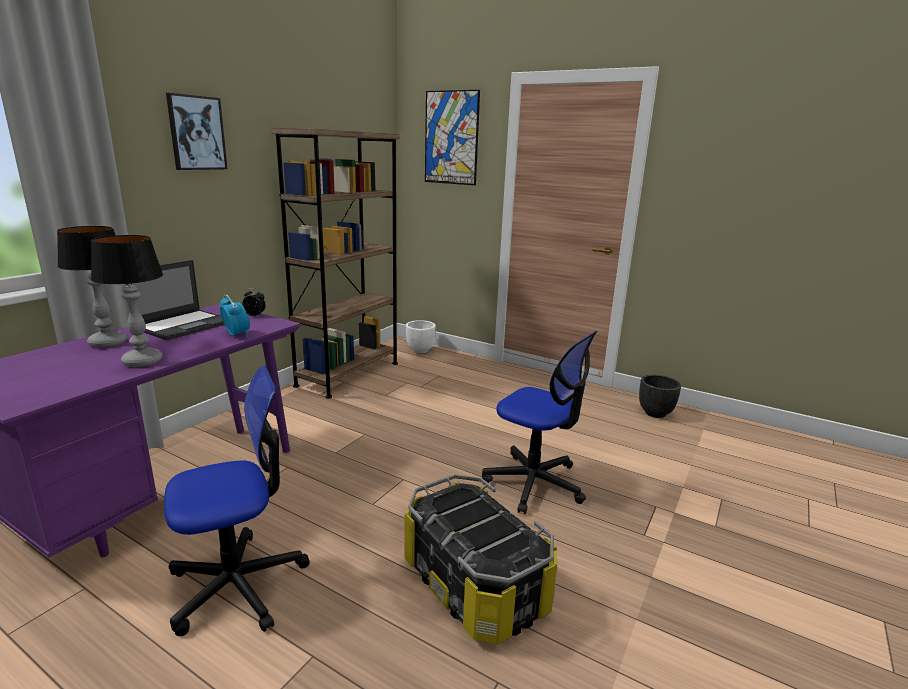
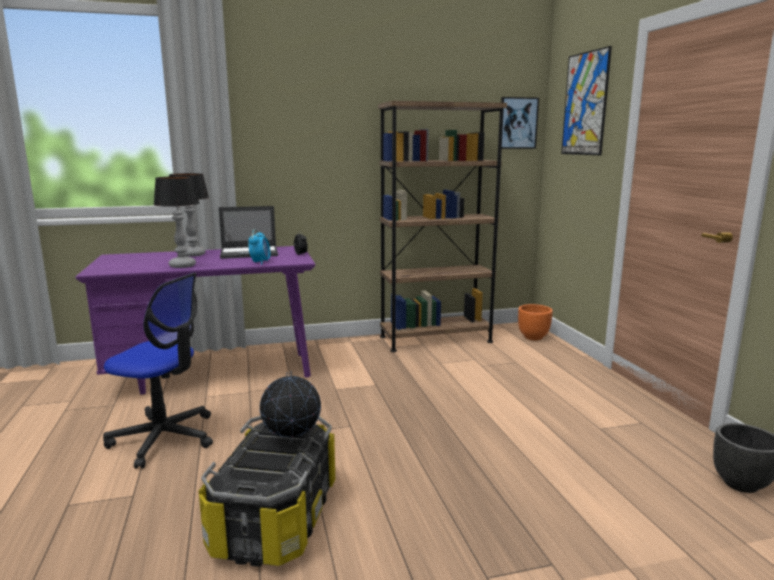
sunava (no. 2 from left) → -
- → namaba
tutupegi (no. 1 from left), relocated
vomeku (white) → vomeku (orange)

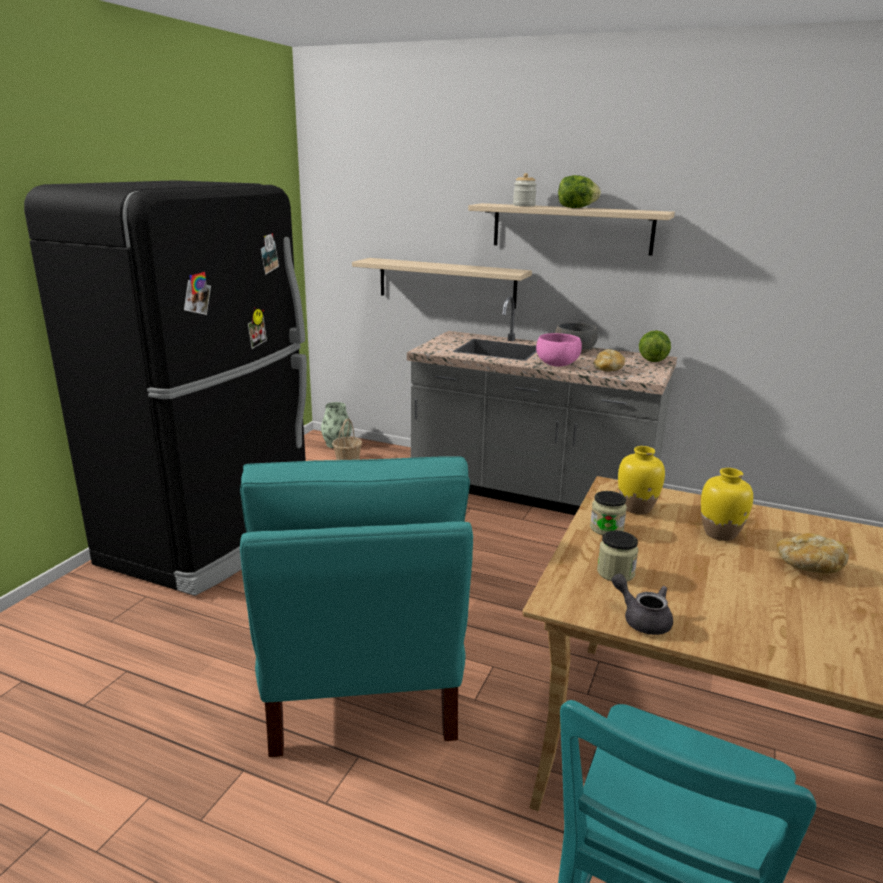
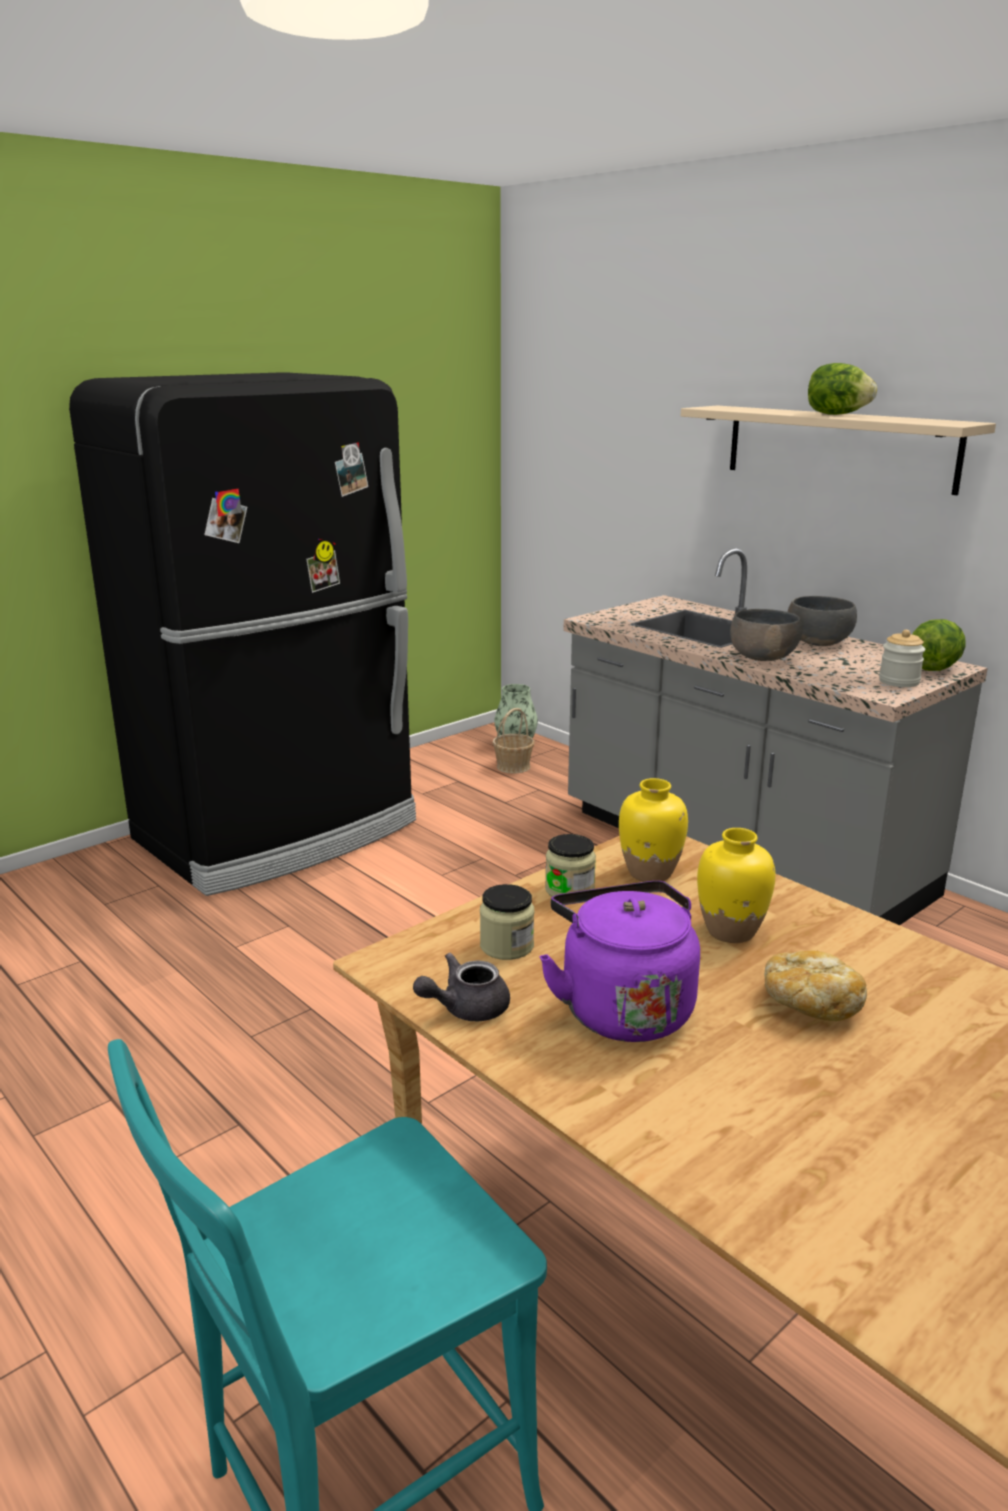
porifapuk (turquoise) (no. 1 from left) → -
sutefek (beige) (no. 1 from left) → -
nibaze (no. 1 from left) → -
- → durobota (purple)
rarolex (no. 1 from left in the first image) → rarolex (no. 3 from left), relocated
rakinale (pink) → rakinale (grey) (no. 1 from left)
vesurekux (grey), 105 degrees counterclockwise

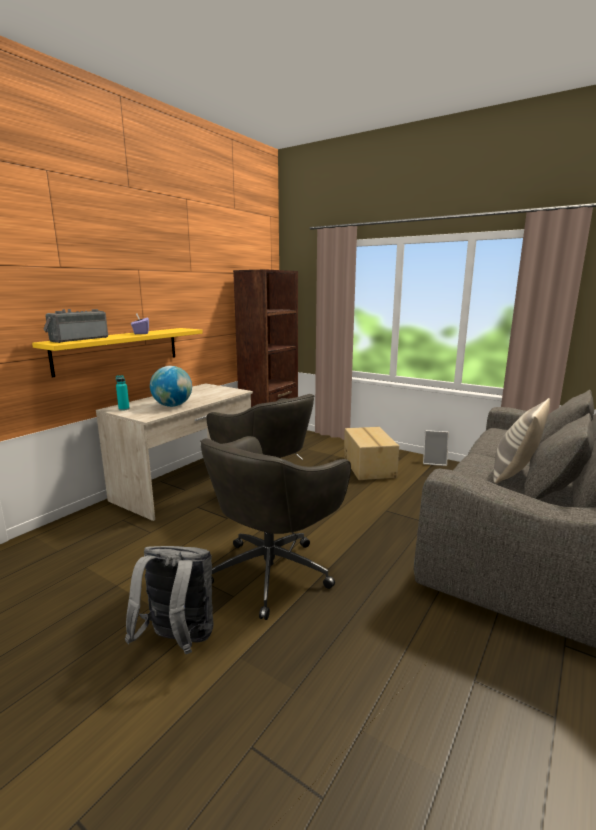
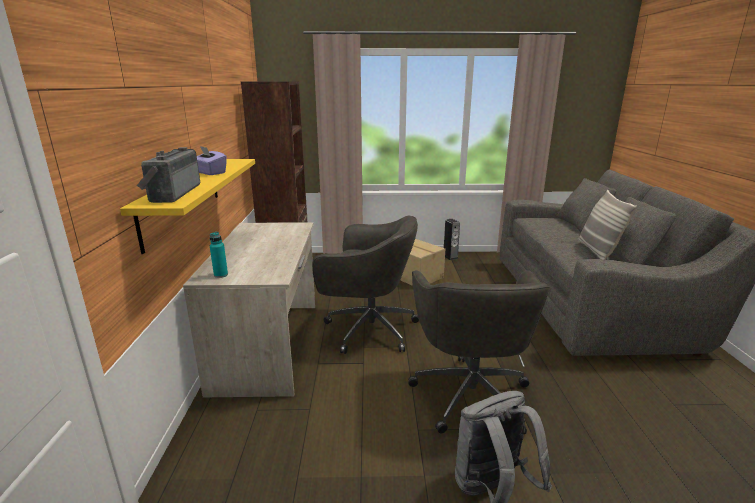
namaba → -
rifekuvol → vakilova

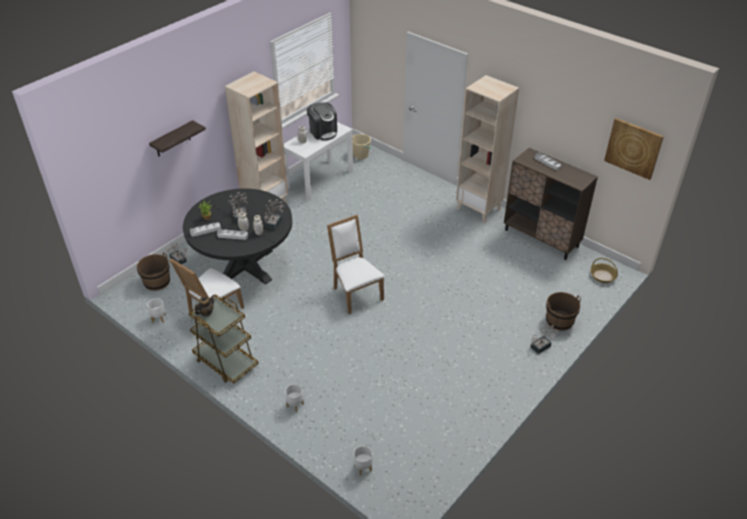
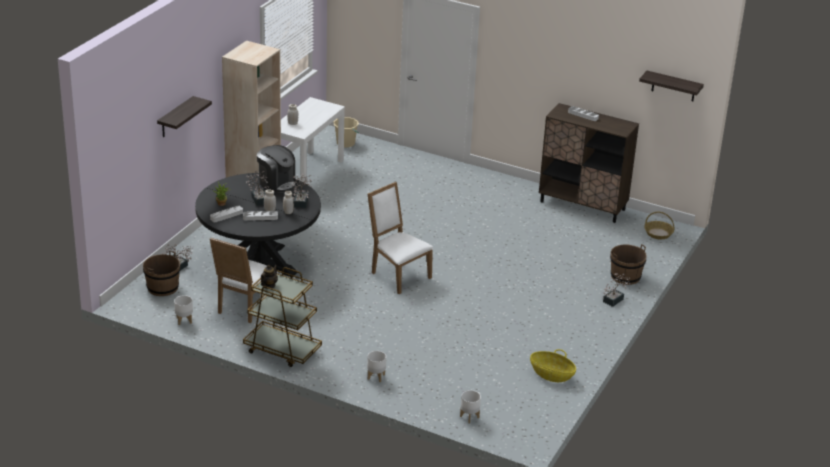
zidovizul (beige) (no. 2 from left) → -
- → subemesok (no. 1 from left)
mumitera, relocated
tutupegi → sutefek (no. 2 from left)

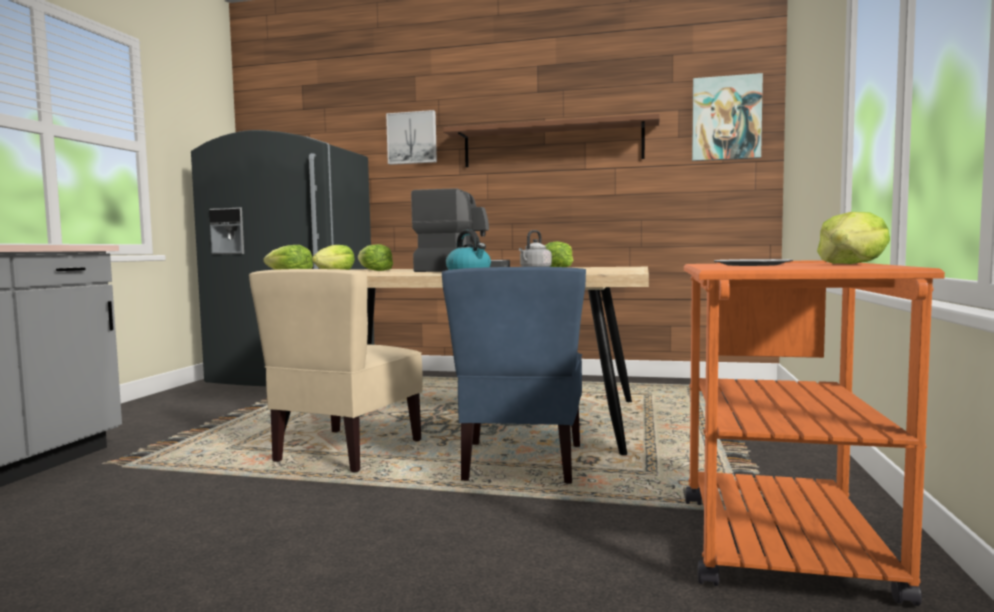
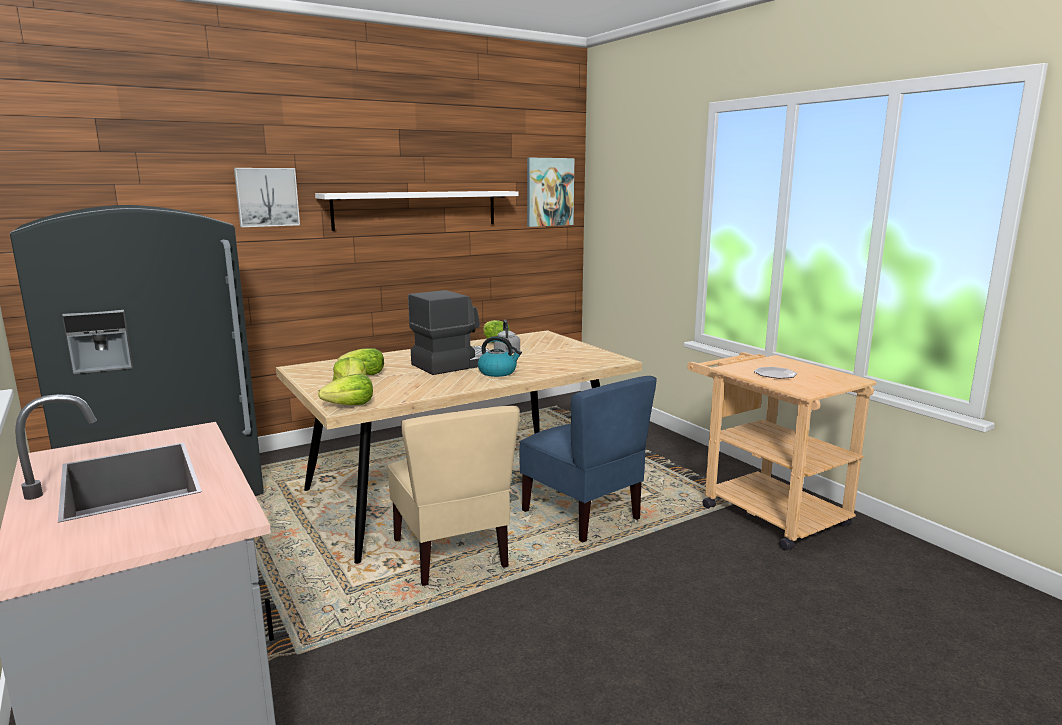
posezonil (no. 5 from left) → -
sutefek (brown) → sutefek (white)
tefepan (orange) → tefepan (beige)

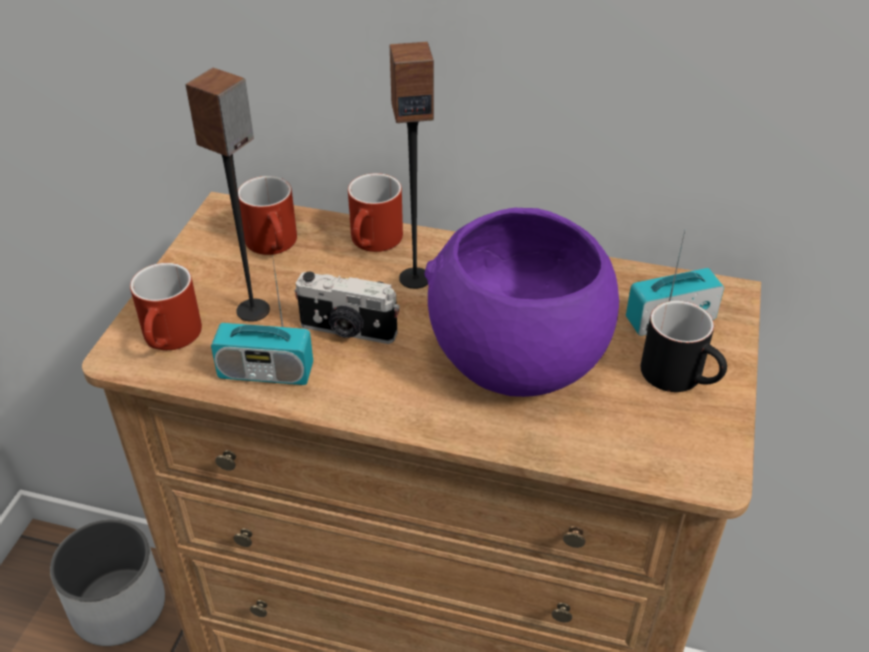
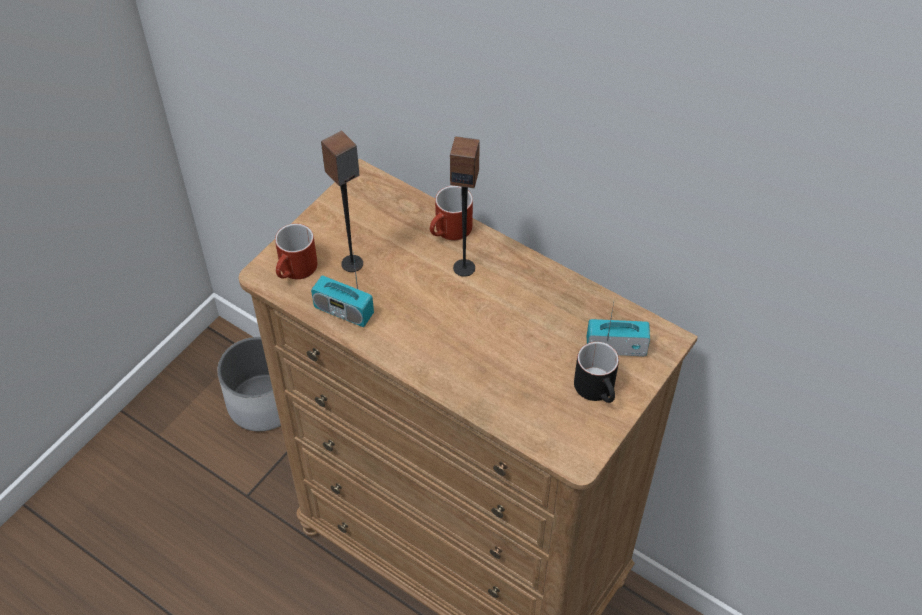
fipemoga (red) (no. 2 from left) → -
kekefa → -
rakinale (purple) → -

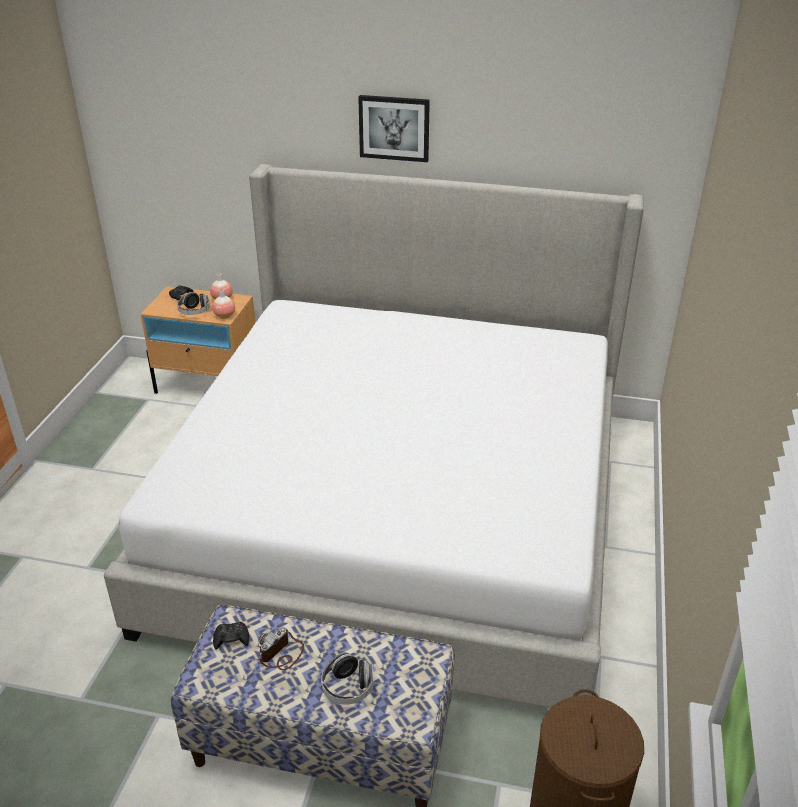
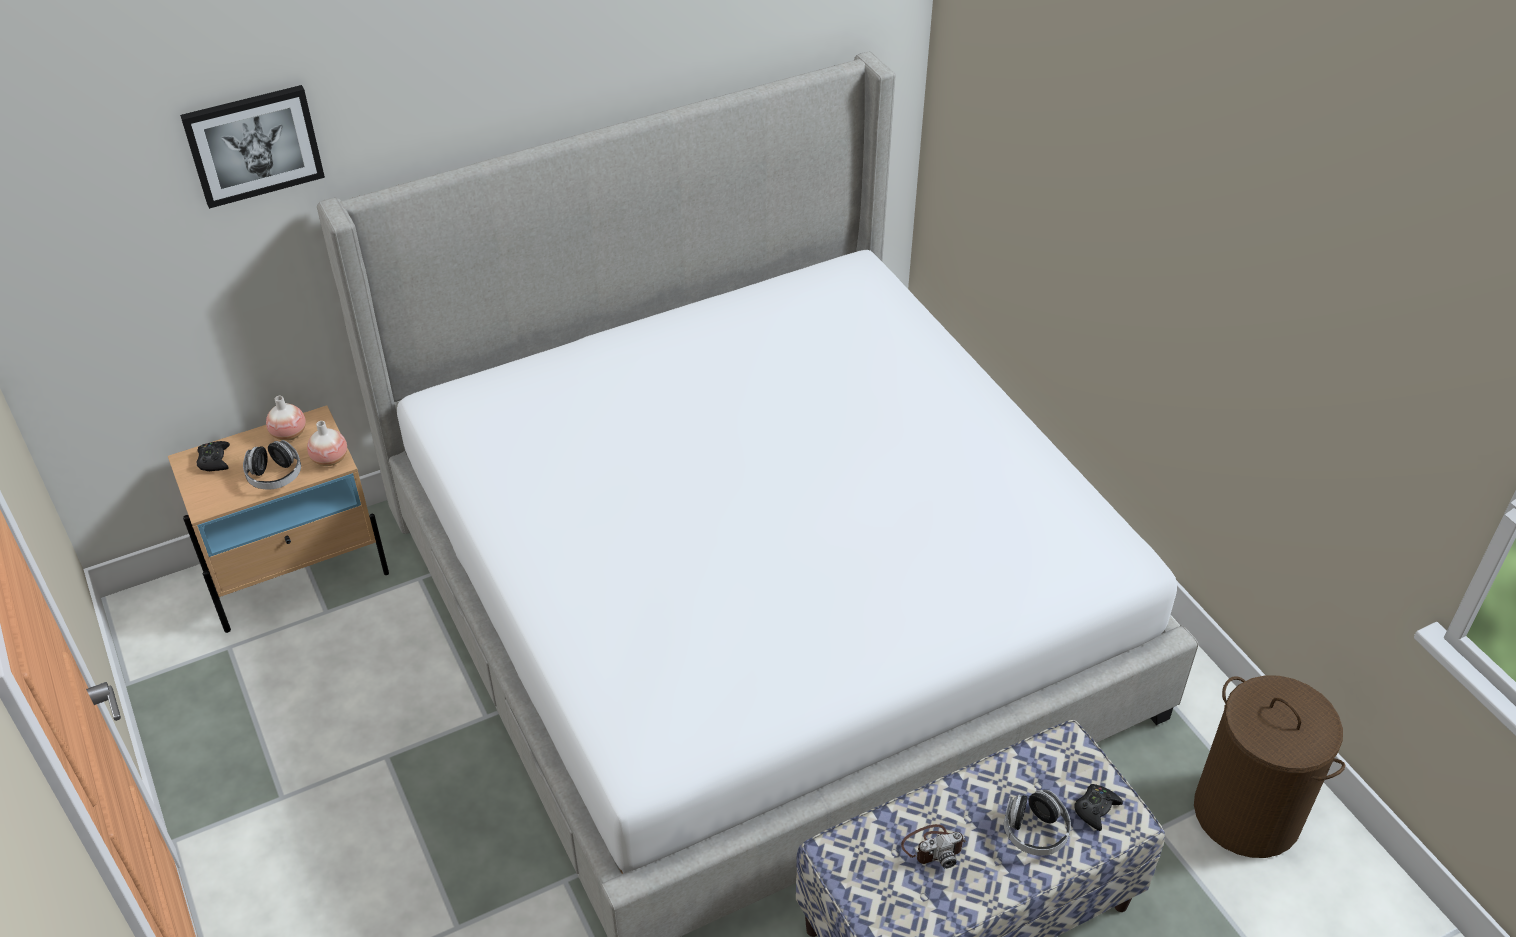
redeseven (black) (no. 2 from left), relocated
tutupegi, relocated
kekefa, 105 degrees counterclockwise

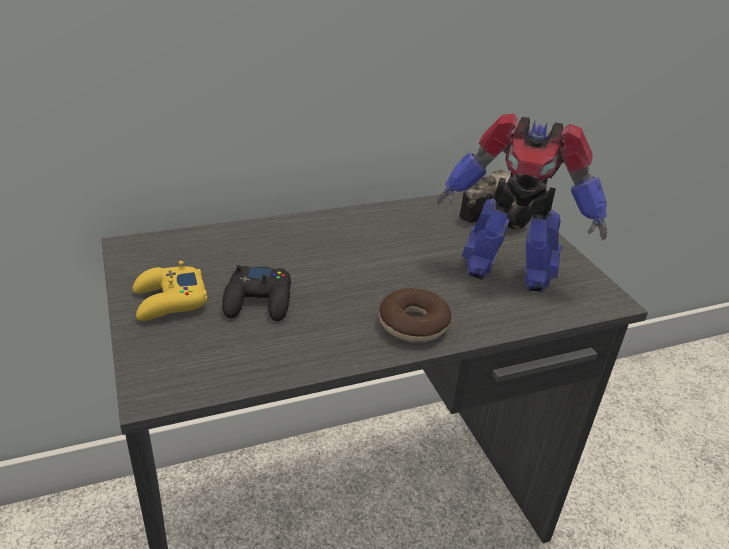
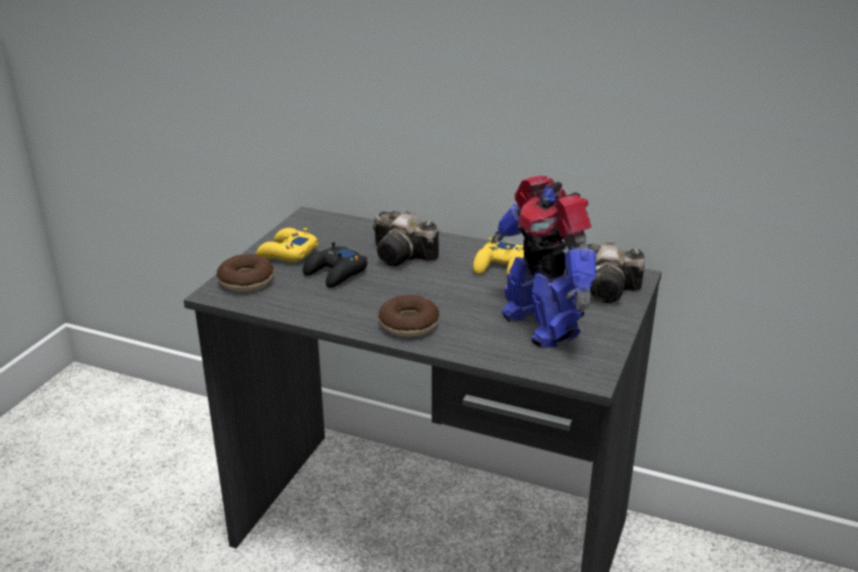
- → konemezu (no. 1 from left)
- → kekefa (no. 1 from left)
- → redeseven (yellow) (no. 2 from left)

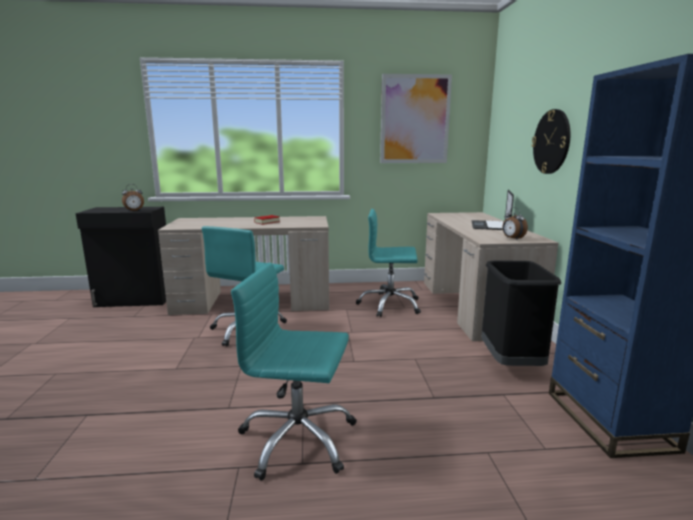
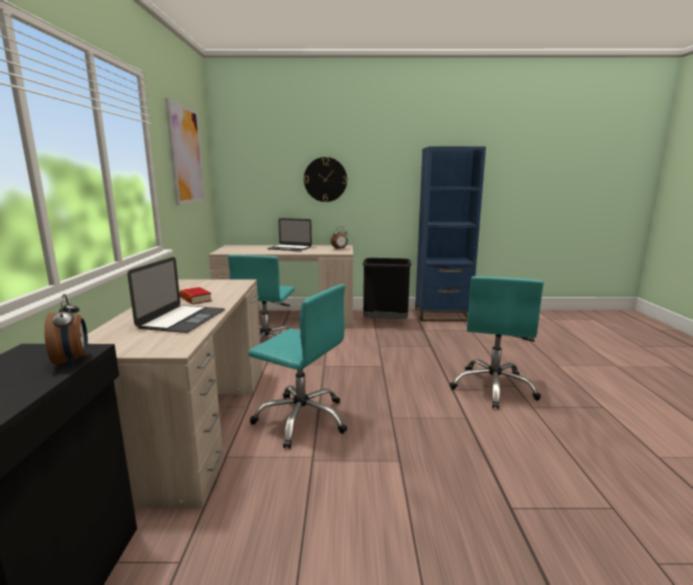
- → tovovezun (no. 1 from left)

